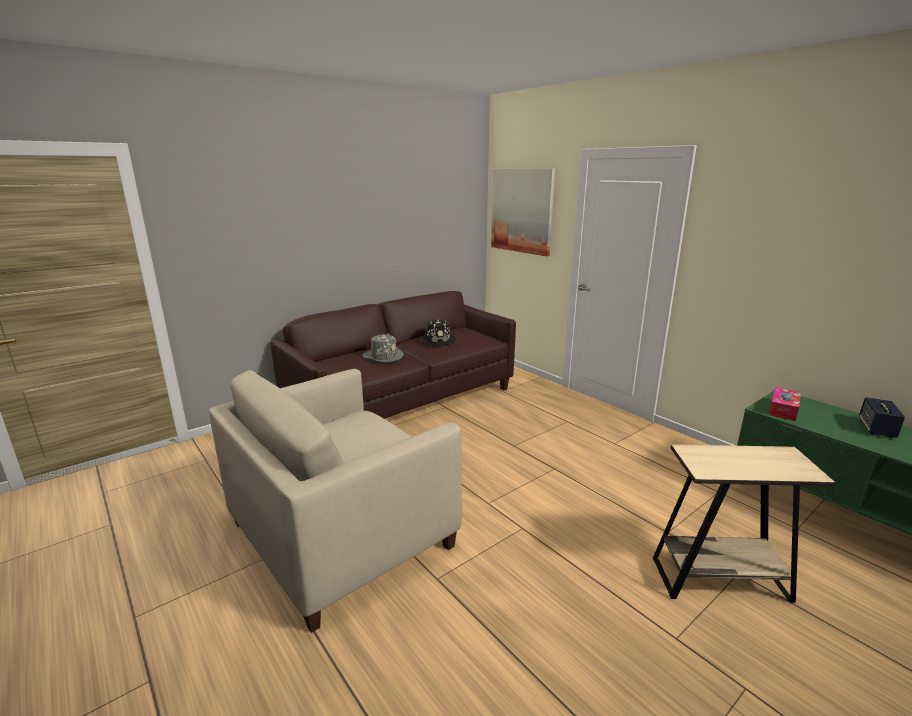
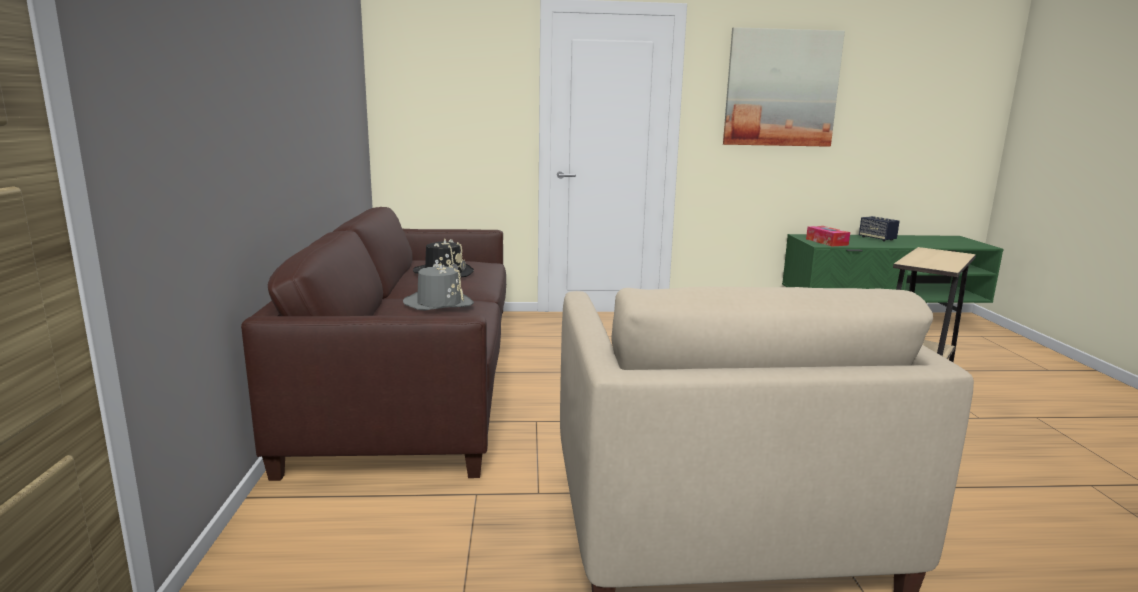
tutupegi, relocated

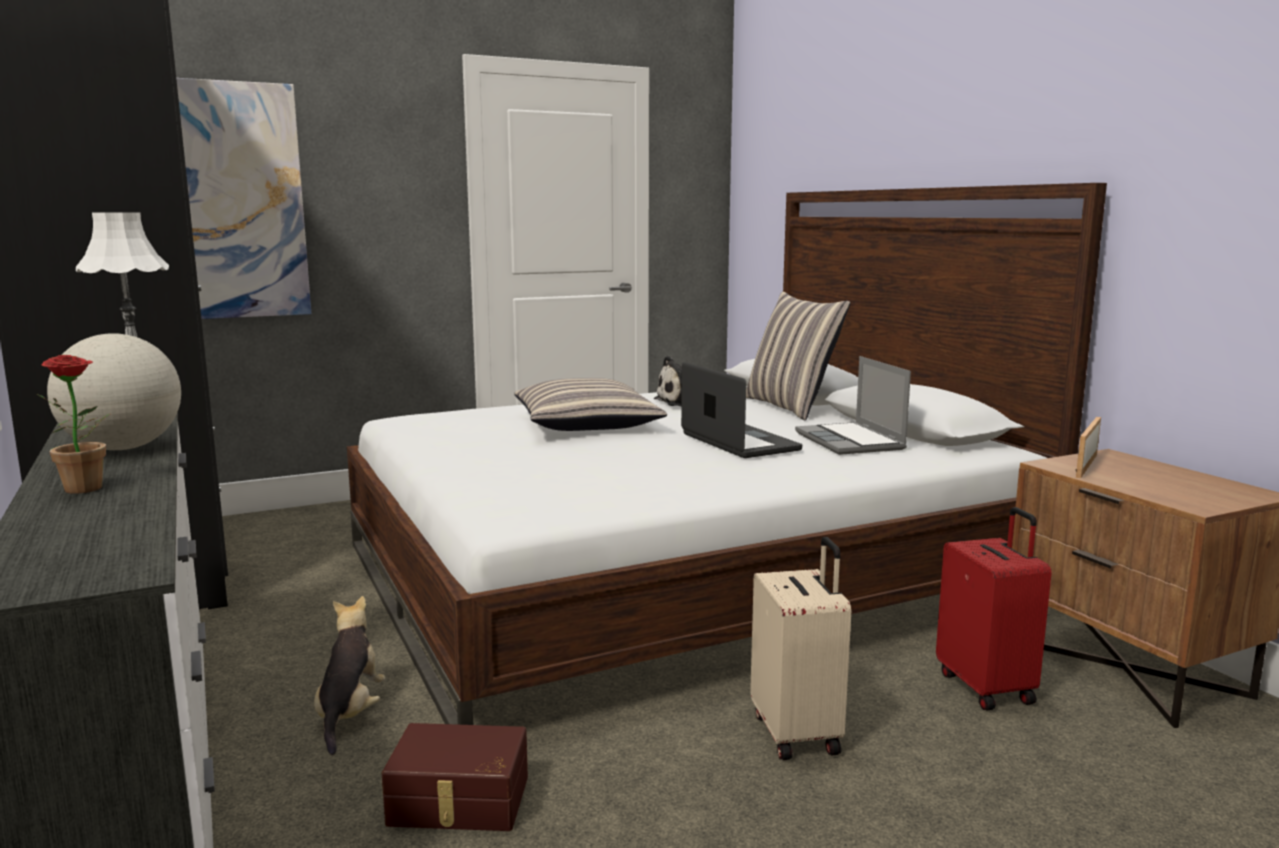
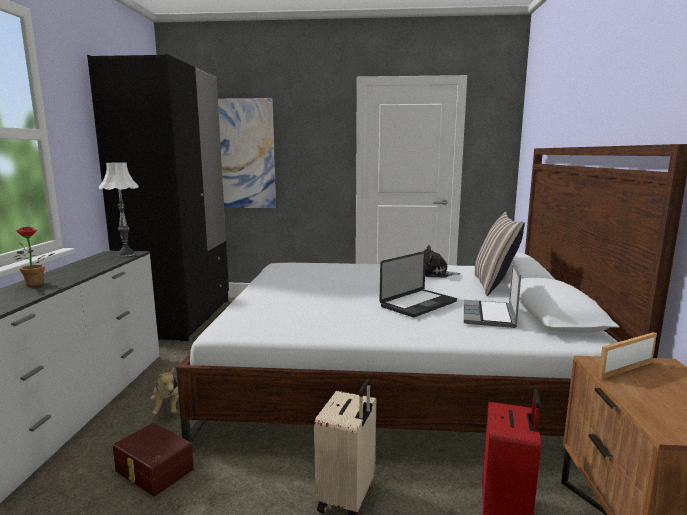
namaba → -
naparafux (no. 1 from left) → -
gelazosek (no. 1 from left), 135 degrees clockwise
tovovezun (no. 1 from left), 45 degrees clockwise

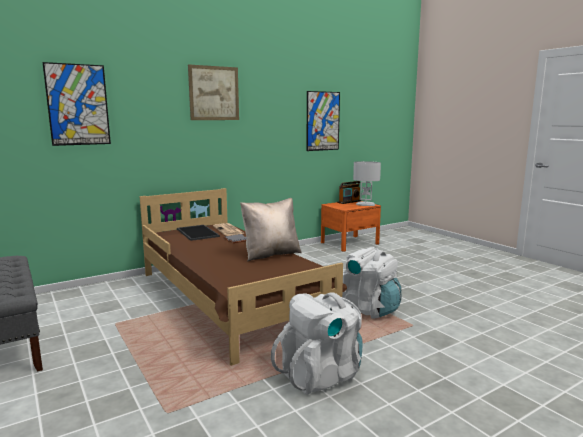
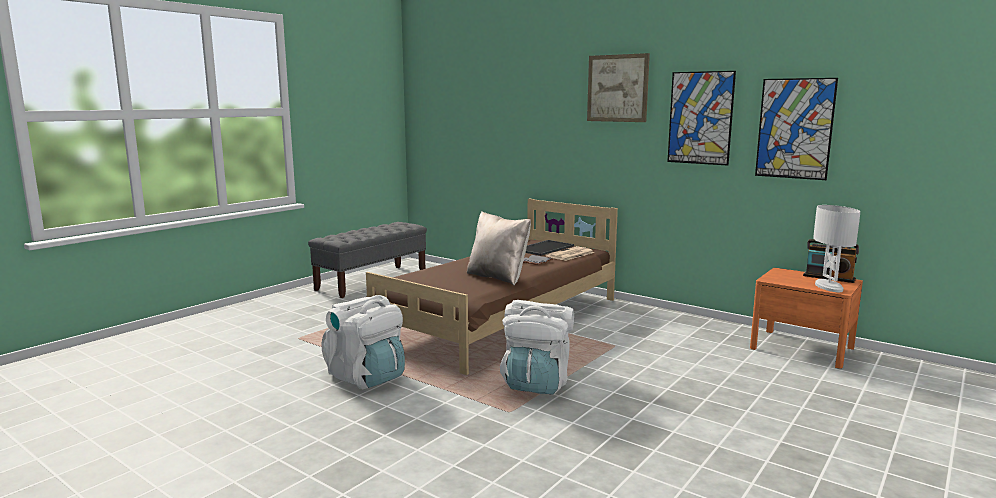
tutupegi (no. 1 from left in the first image) → tutupegi (no. 2 from left), relocated

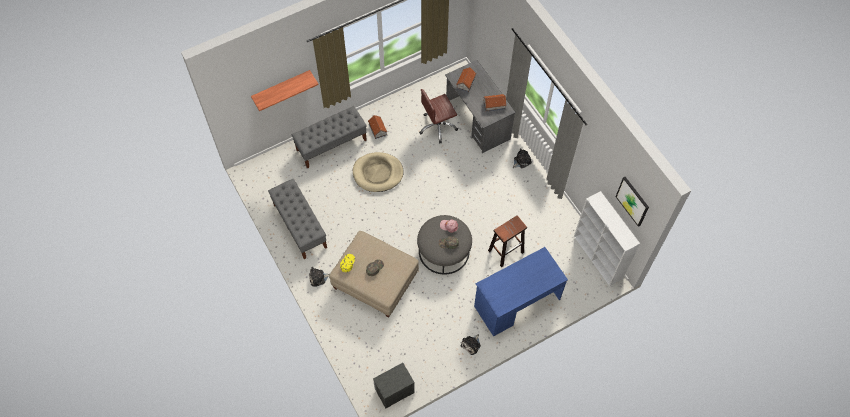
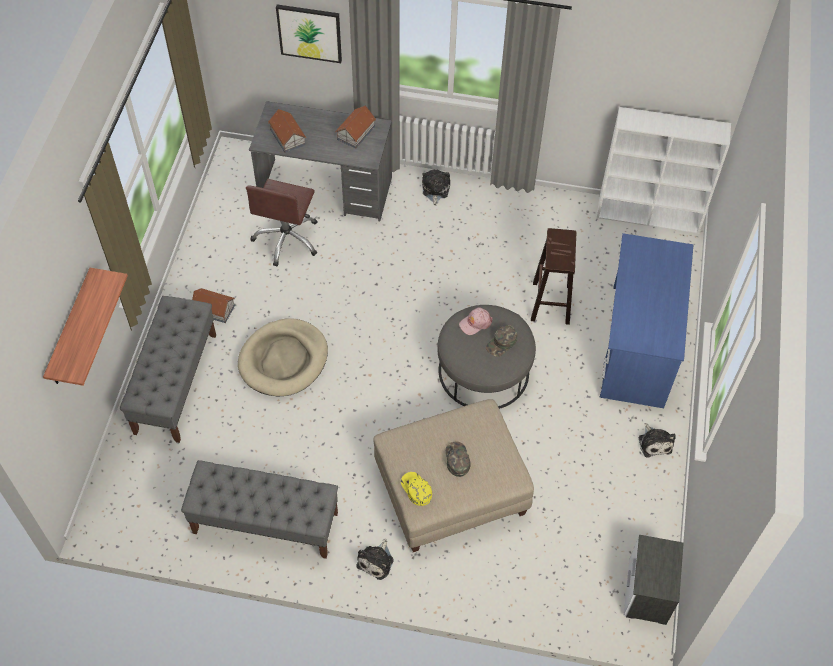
tutupegi, relocated

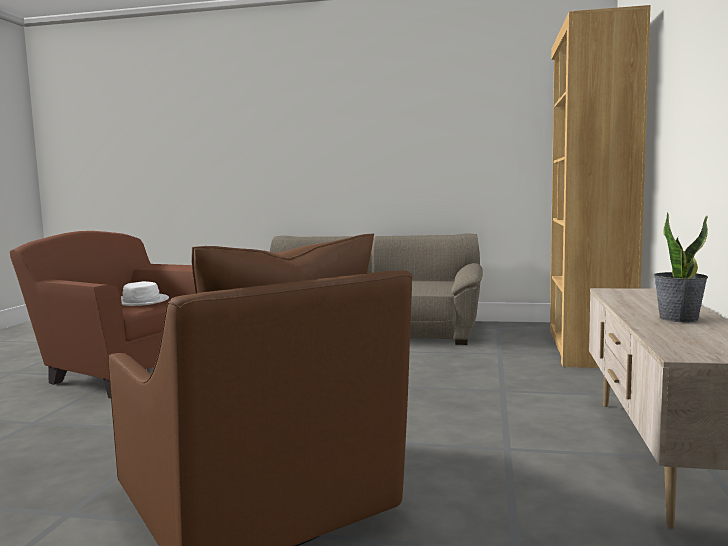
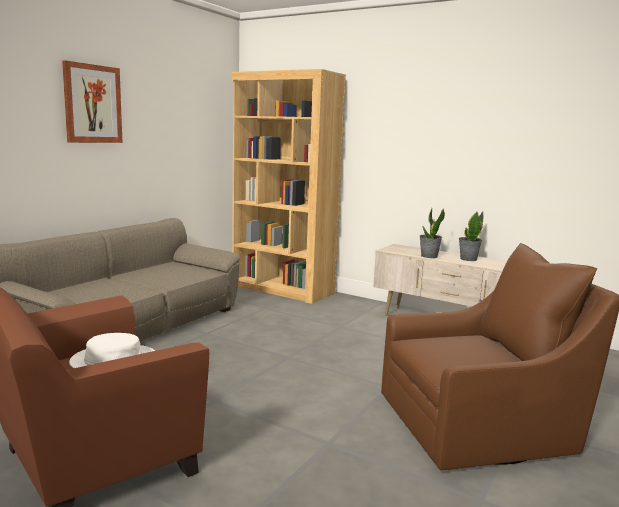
- → tutupegi
- → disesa (no. 1 from left)

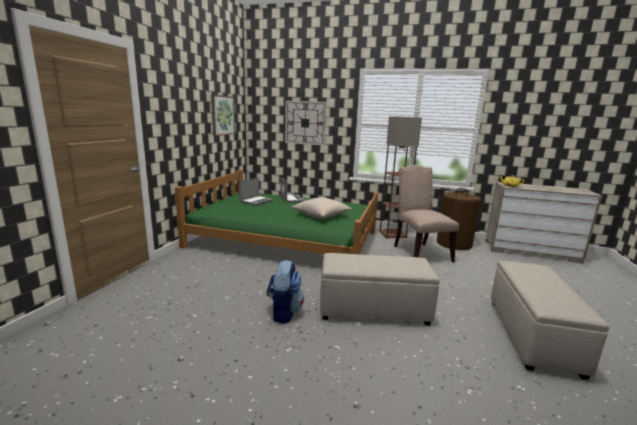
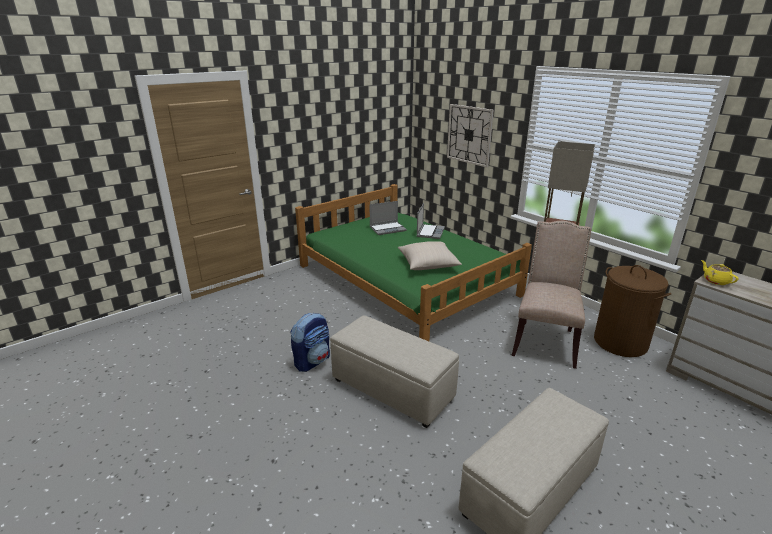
tutupegi → -

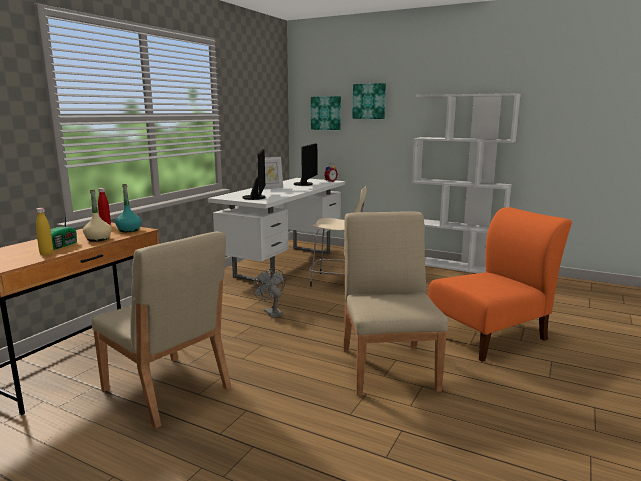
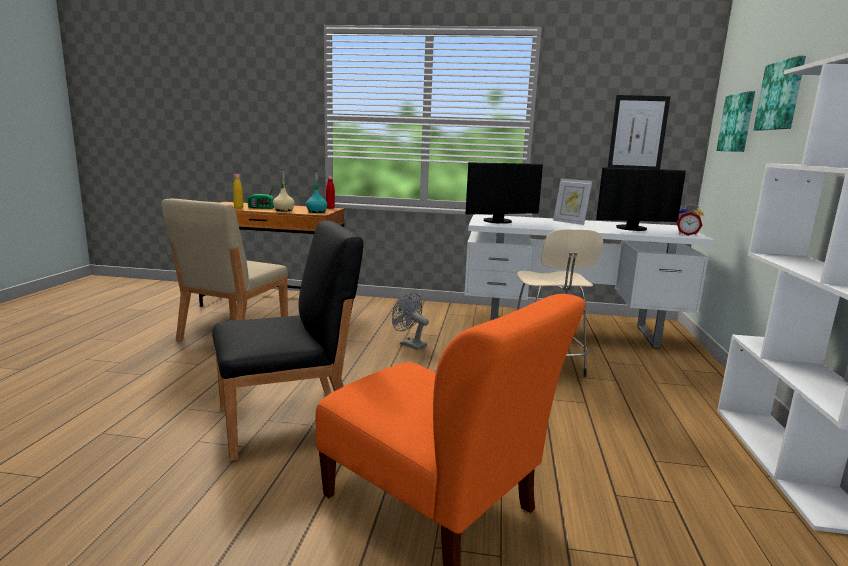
- → tutupegi (no. 1 from left)
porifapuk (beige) (no. 2 from left) → porifapuk (black)
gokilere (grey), 90 degrees counterclockwise

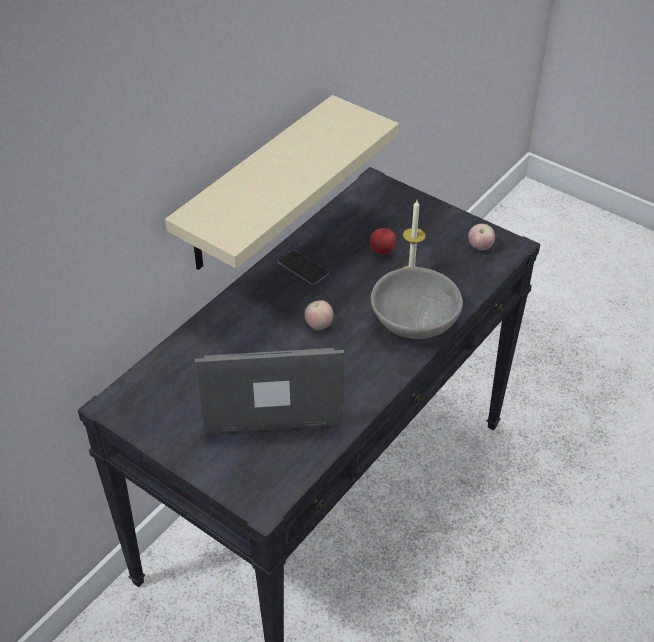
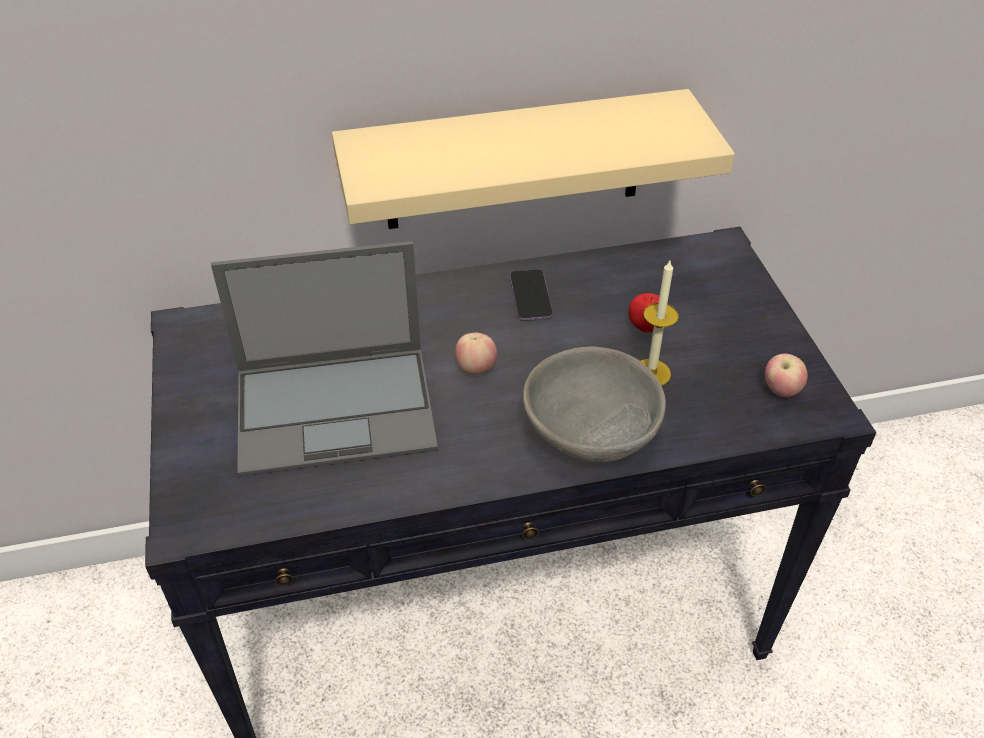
tovovezun, 135 degrees clockwise

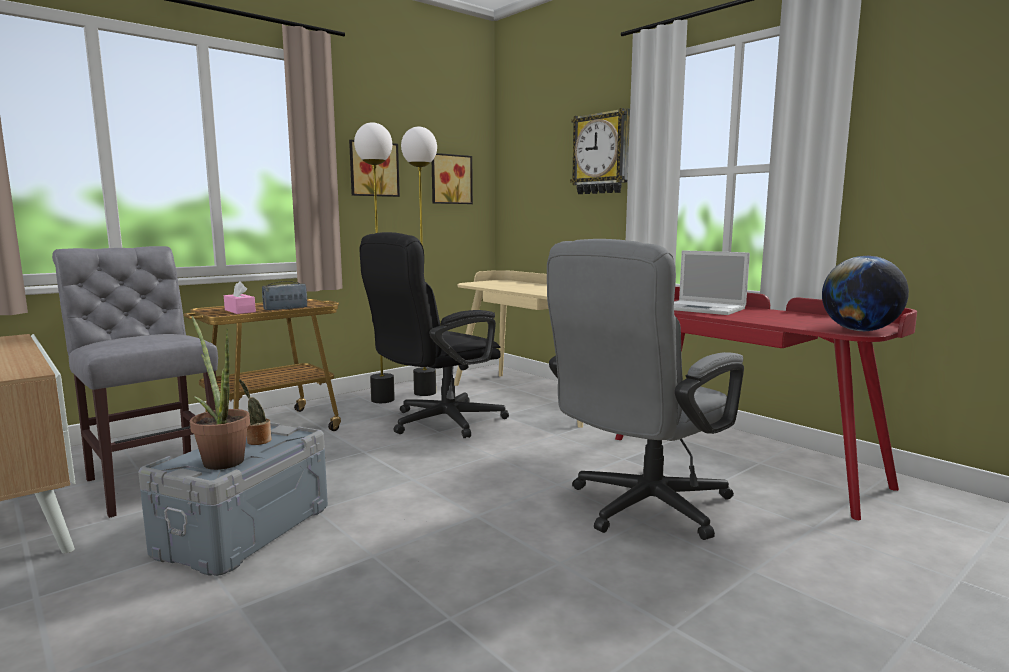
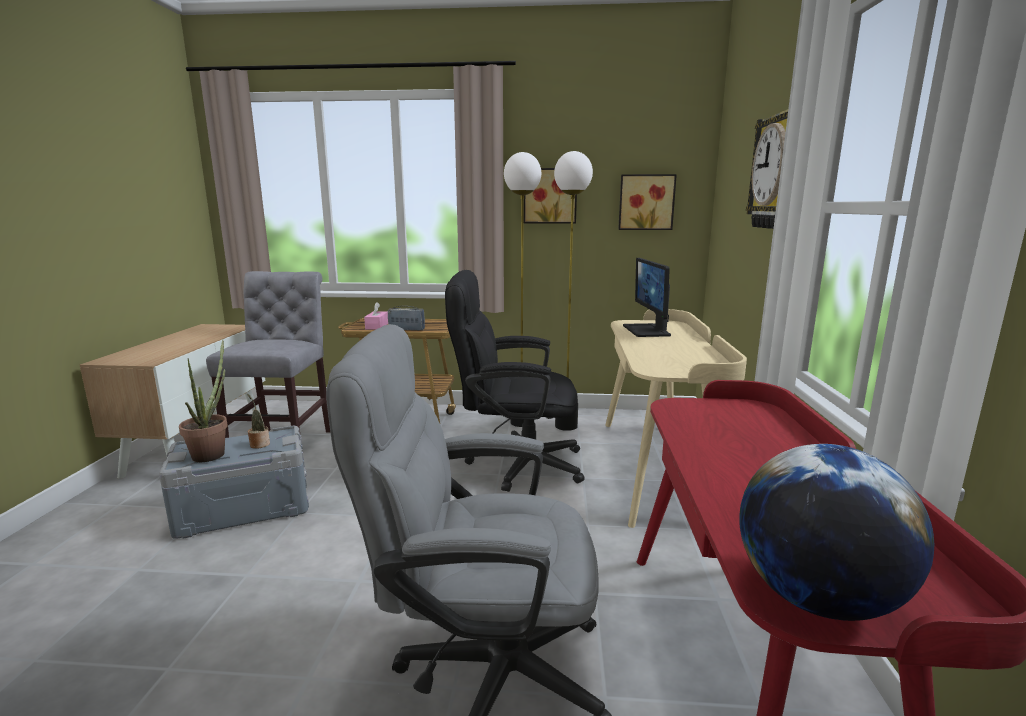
tovovezun → -
- → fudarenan

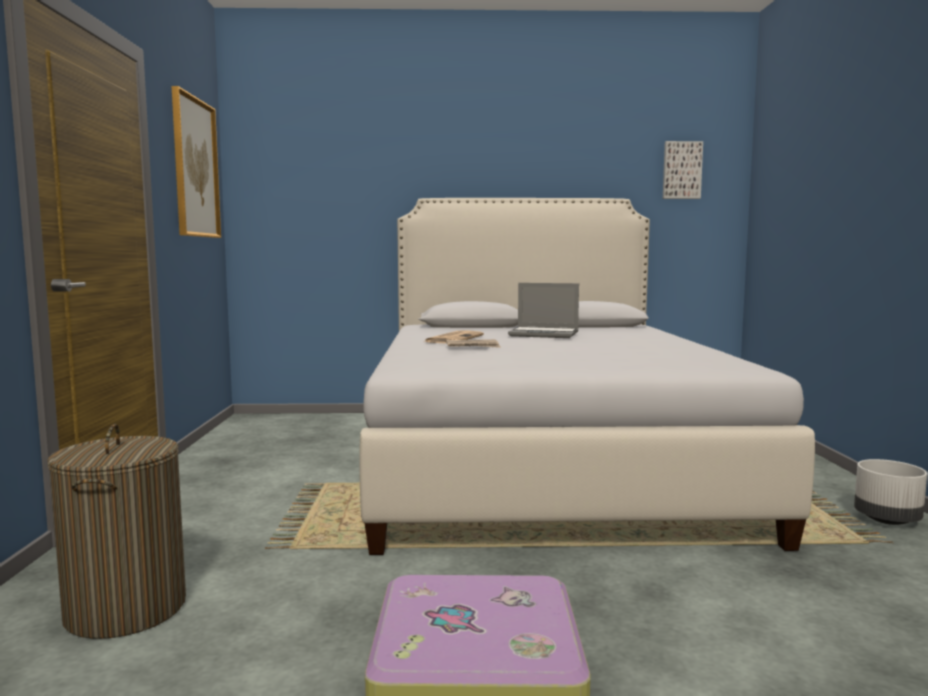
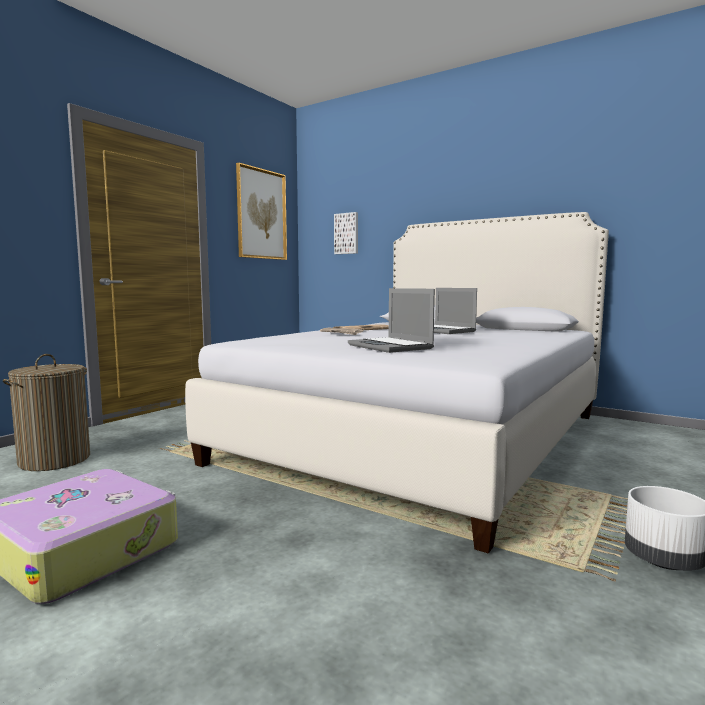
- → tovovezun (no. 1 from left)
tutupegi (no. 2 from left), relocated

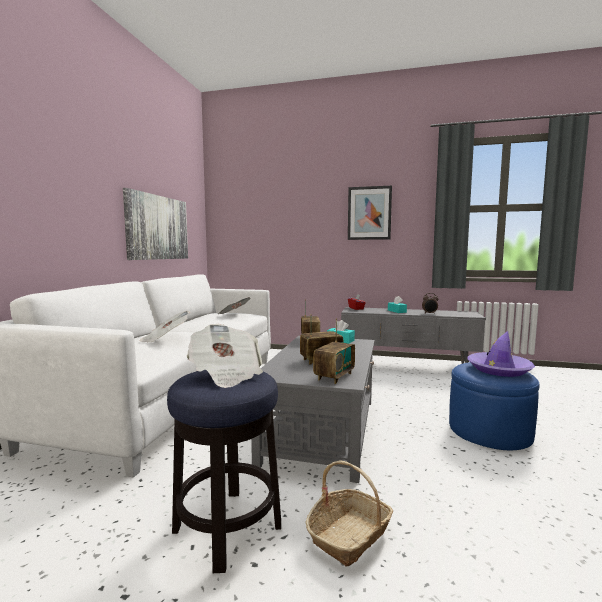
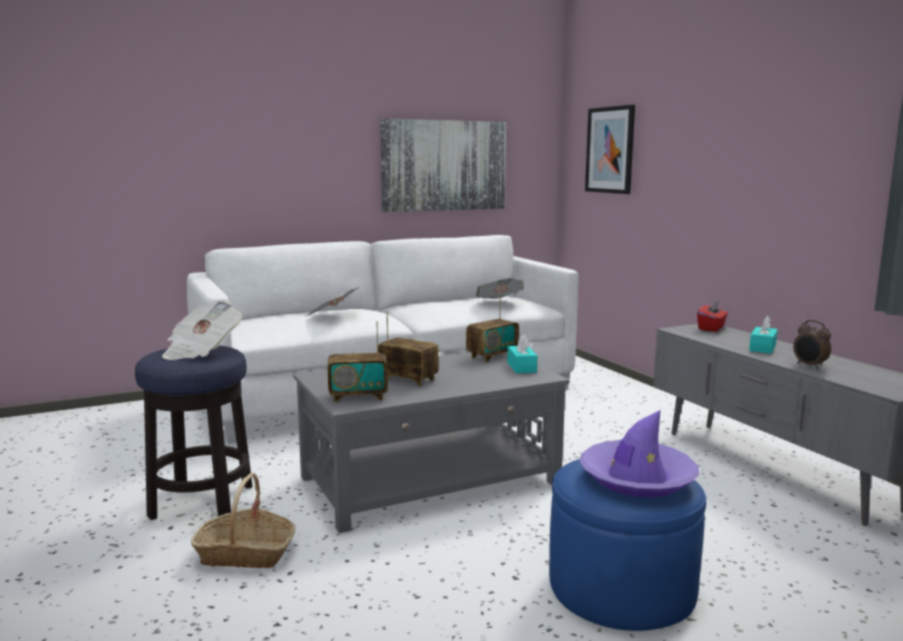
tutupegi (no. 2 from left), relocated

